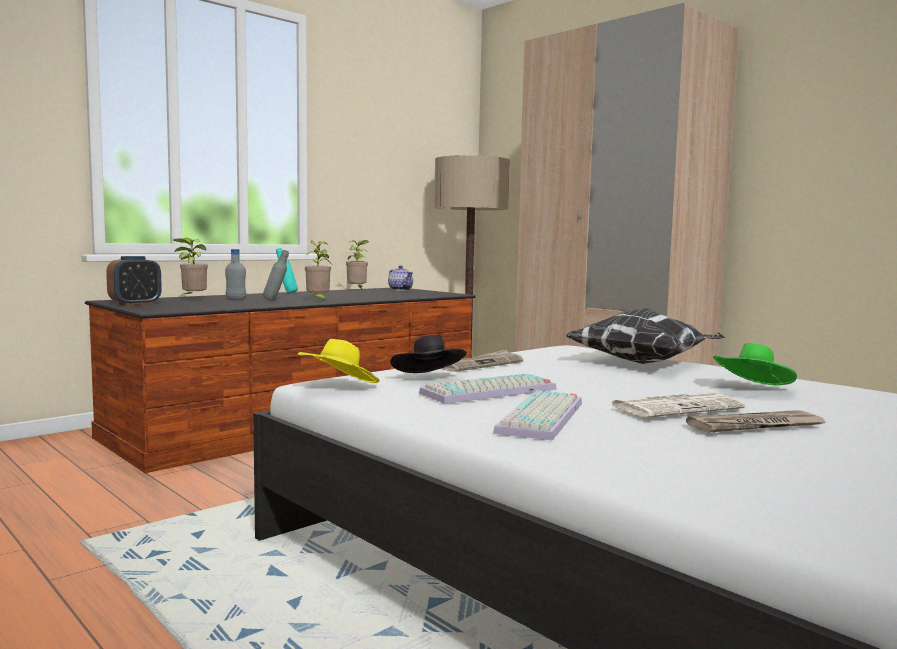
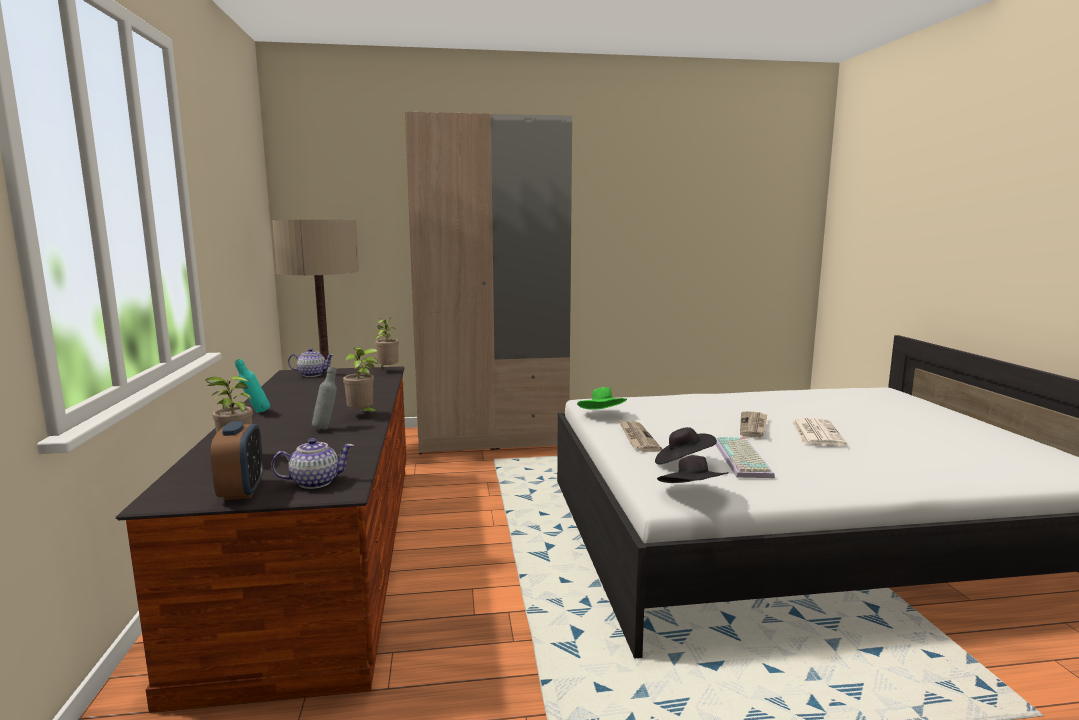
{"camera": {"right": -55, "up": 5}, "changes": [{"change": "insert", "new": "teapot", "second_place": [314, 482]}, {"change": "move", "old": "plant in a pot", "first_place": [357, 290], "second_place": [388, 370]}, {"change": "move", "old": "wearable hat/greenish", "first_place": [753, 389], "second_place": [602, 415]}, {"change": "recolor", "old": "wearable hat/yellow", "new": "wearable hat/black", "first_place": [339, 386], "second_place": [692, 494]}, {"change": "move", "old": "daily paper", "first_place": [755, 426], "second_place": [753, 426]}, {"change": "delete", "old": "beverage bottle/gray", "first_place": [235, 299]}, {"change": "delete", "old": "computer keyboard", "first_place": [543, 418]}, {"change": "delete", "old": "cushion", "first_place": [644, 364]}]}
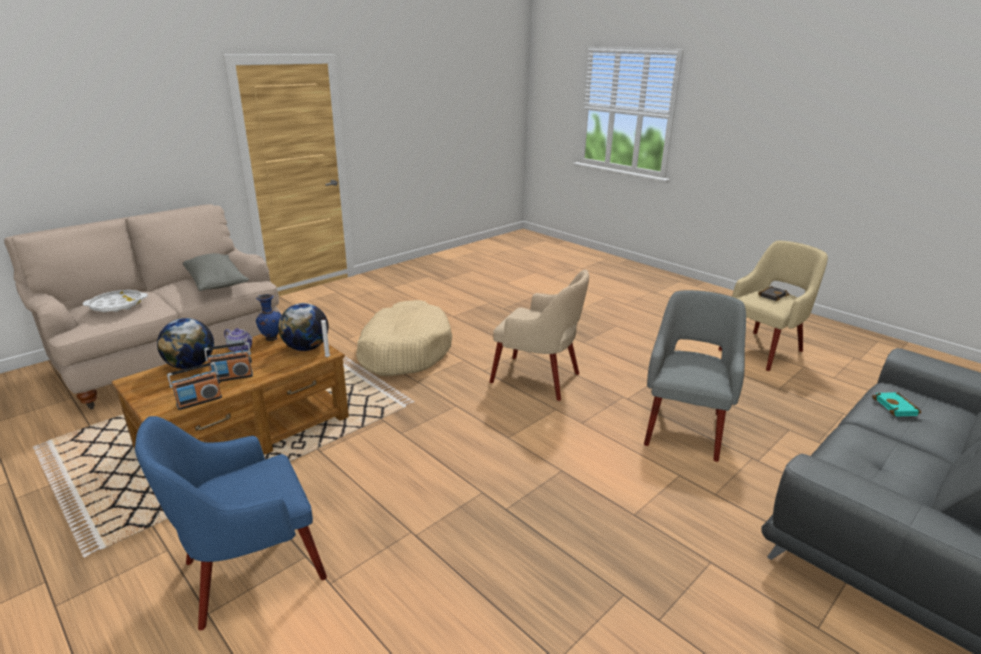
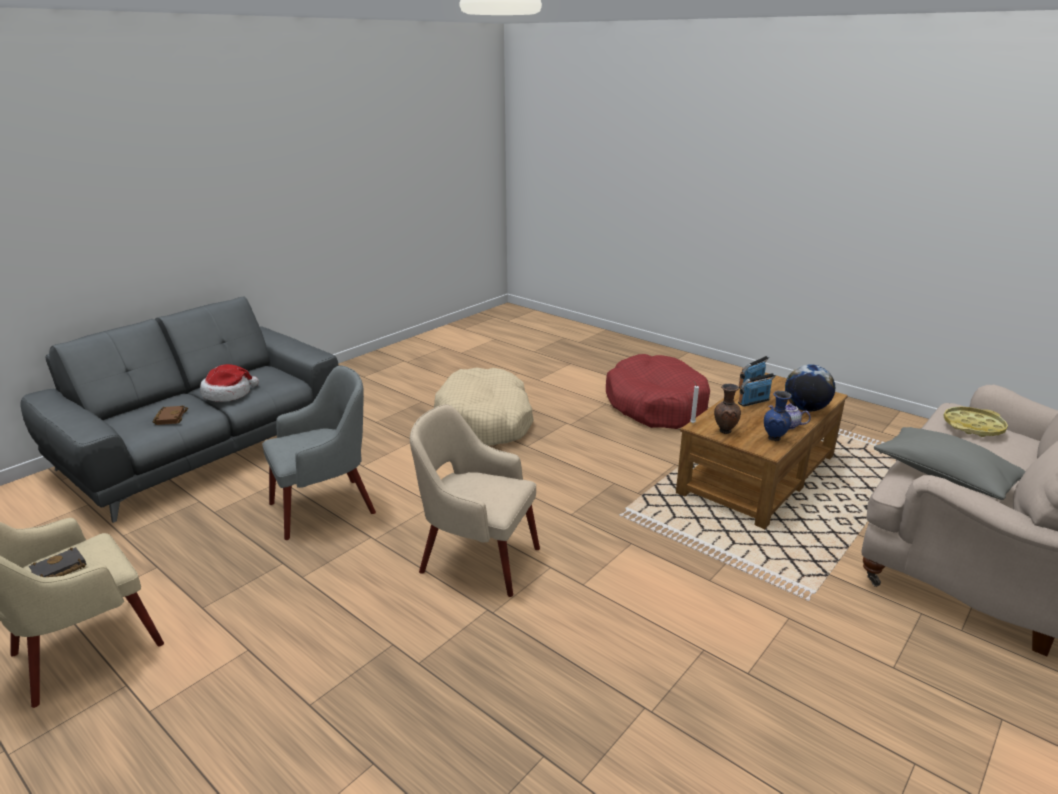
{"camera": {"right": 175, "up": 0}, "changes": [{"change": "recolor", "old": "volume/turquoise-coloured", "new": "volume/brownish", "first_place": [897, 407], "second_place": [170, 417]}, {"change": "insert", "new": "wearable hat", "second_place": [228, 393]}, {"change": "rotate", "old": "lounge chair/gray", "first_place": [684, 427], "second_place": [326, 507], "degrees": -135}, {"change": "move", "old": "dog bed/beige-coloured", "first_place": [404, 351], "second_place": [485, 421]}, {"change": "replace", "old": "lounge chair/bluish", "new": "dog bed/reddish", "first_place": [250, 571], "second_place": [655, 405]}, {"change": "replace", "old": "desk globe", "new": "flower vase/brownish", "first_place": [306, 348], "second_place": [724, 431]}, {"change": "recolor", "old": "carrying tray/whitish", "new": "carrying tray/yellow", "first_place": [117, 305], "second_place": [973, 426]}]}
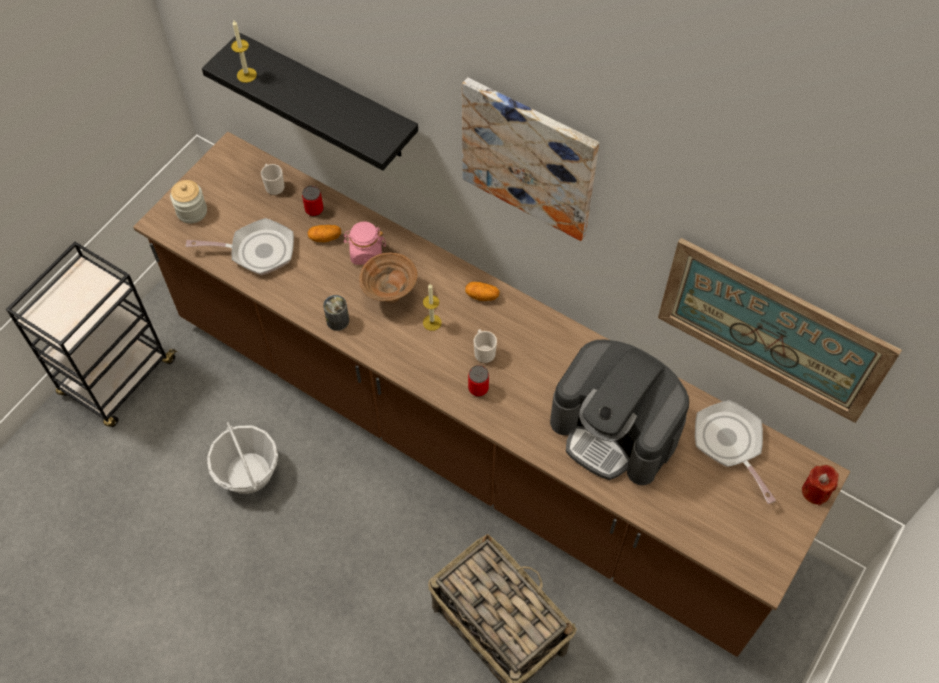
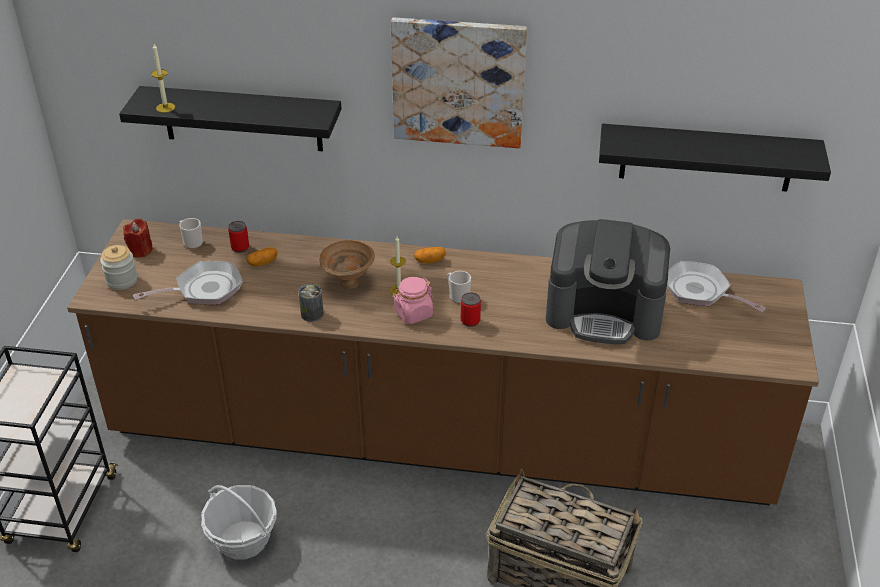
{"camera": {"right": -25, "up": -20}, "changes": [{"change": "move", "old": "wax candle/reddish", "first_place": [815, 491], "second_place": [140, 250]}, {"change": "move", "old": "jar/pink-coloured", "first_place": [366, 253], "second_place": [413, 313]}, {"change": "replace", "old": "wall art", "new": "wall shelf/black", "first_place": [771, 330], "second_place": [706, 158]}]}
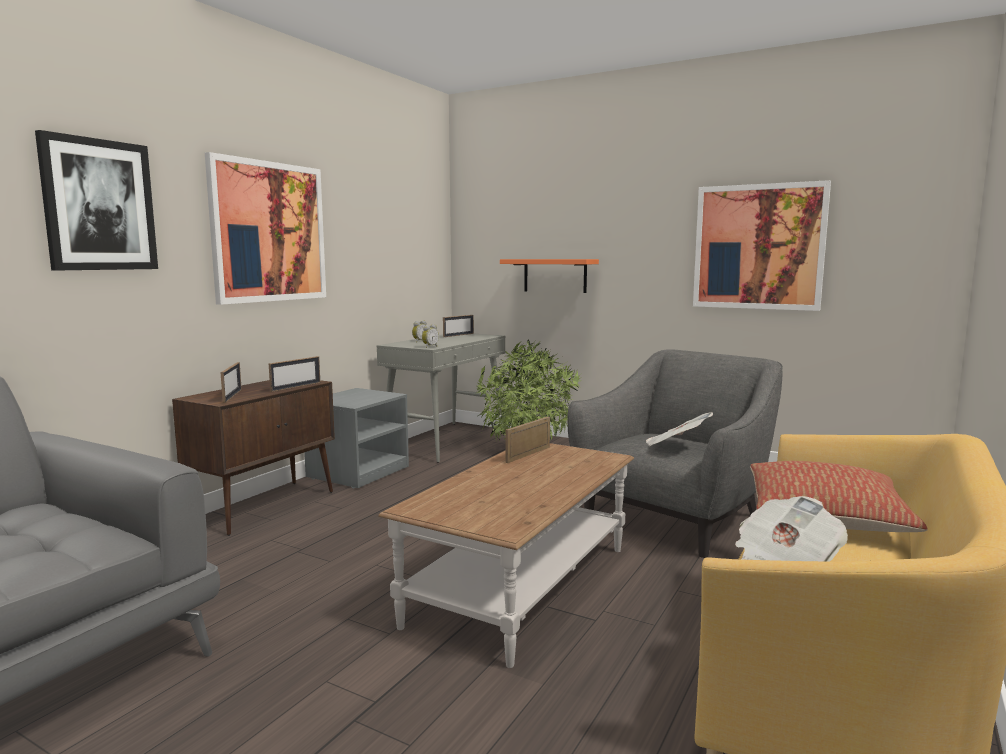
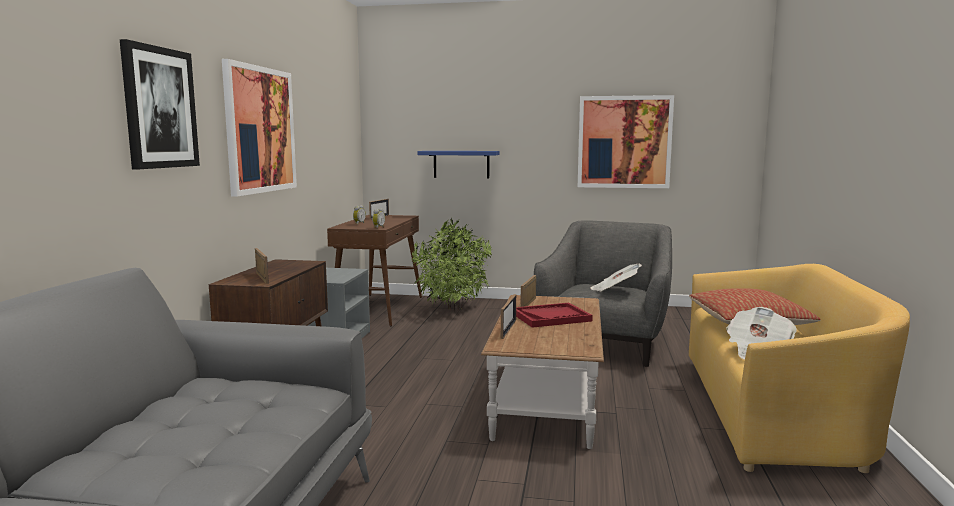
{"camera": {"right": -20, "up": 0}, "changes": [{"change": "recolor", "old": "hall table/gray", "new": "hall table/brownish", "first_place": [446, 441], "second_place": [379, 309]}, {"change": "recolor", "old": "wall shelf/orange", "new": "wall shelf/bluish", "first_place": [555, 275], "second_place": [461, 164]}, {"change": "move", "old": "standing frame", "first_place": [296, 387], "second_place": [508, 329]}, {"change": "insert", "new": "carrying tray/reddish", "second_place": [551, 317]}]}
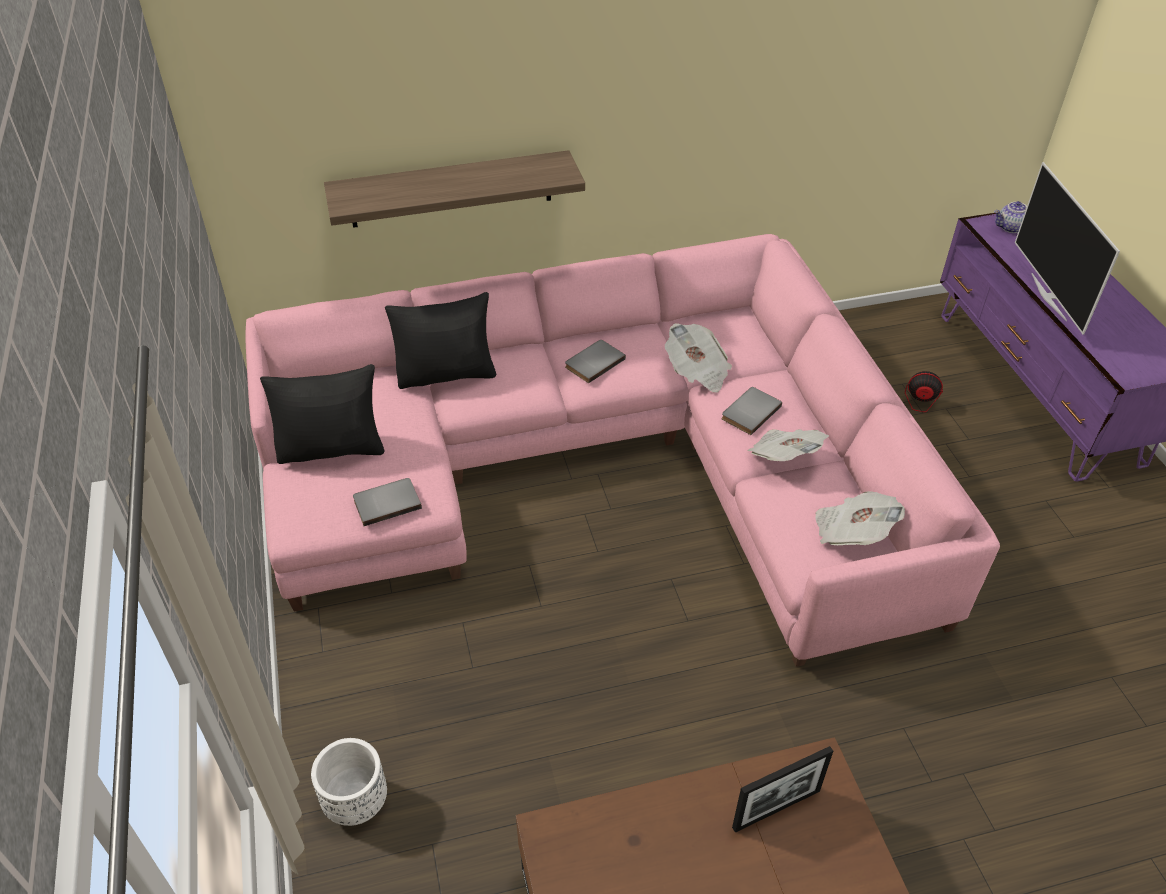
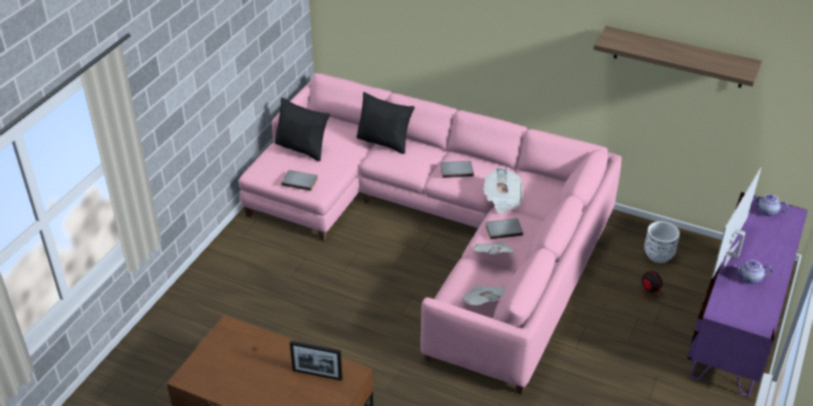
{"camera": {"right": 40, "up": -5}, "changes": [{"change": "move", "old": "wall shelf", "first_place": [451, 189], "second_place": [679, 57]}, {"change": "move", "old": "plant pot/whitish", "first_place": [356, 802], "second_place": [658, 255]}, {"change": "insert", "new": "teapot", "second_place": [750, 279]}]}
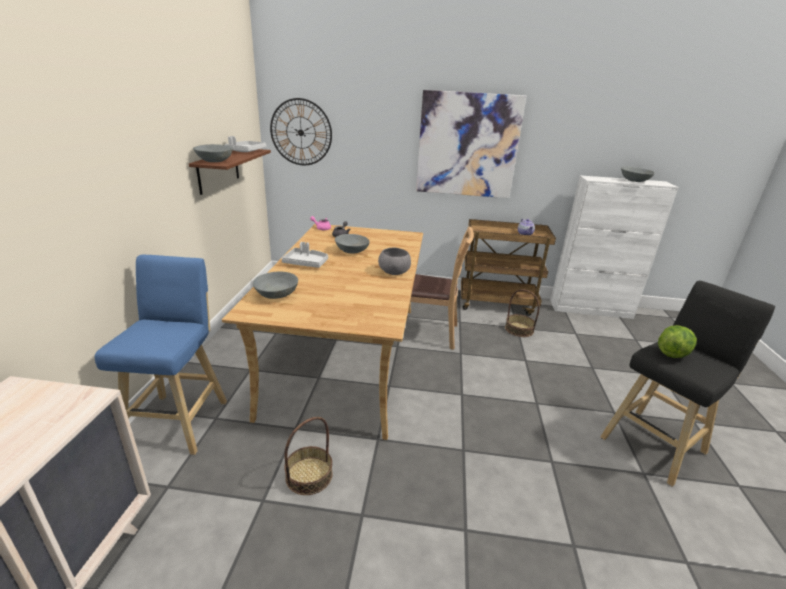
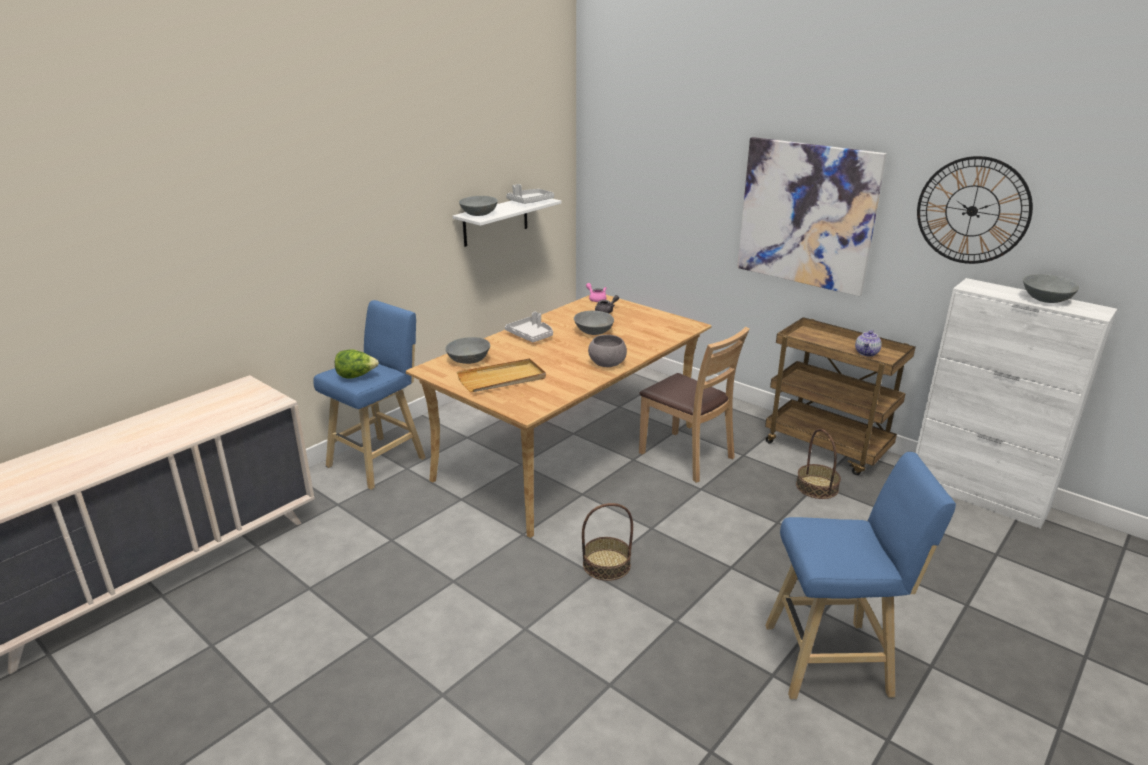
{"camera": {"right": 35, "up": 0}, "changes": [{"change": "move", "old": "lettuce", "first_place": [672, 352], "second_place": [356, 376]}, {"change": "recolor", "old": "wall shelf/brownish", "new": "wall shelf/whitish", "first_place": [218, 170], "second_place": [495, 220]}, {"change": "insert", "new": "carrying tray/beige-coloured", "second_place": [502, 379]}, {"change": "move", "old": "basket", "first_place": [309, 475], "second_place": [606, 565]}, {"change": "recolor", "old": "stool/black", "new": "stool/bluish", "first_place": [655, 443], "second_place": [833, 660]}, {"change": "move", "old": "clock on the wall", "first_place": [301, 132], "second_place": [972, 211]}]}
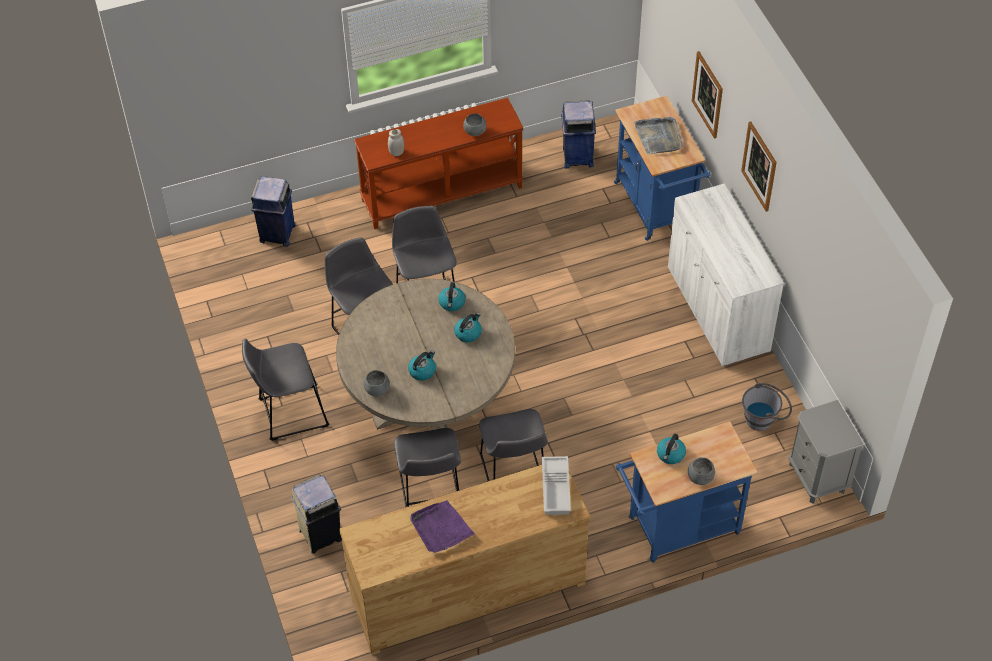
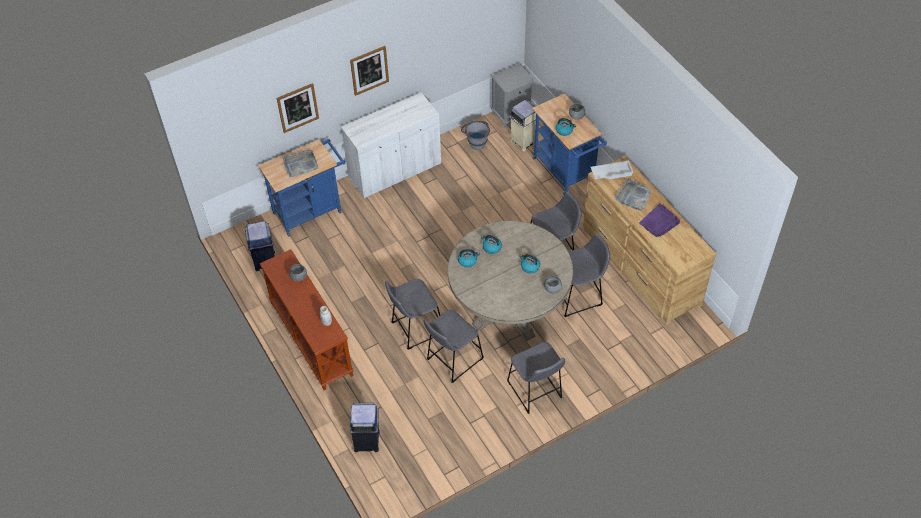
{"camera": {"right": -100, "up": 0}, "changes": [{"change": "move", "old": "waste bin/beige-coloured", "first_place": [321, 534], "second_place": [524, 141]}, {"change": "insert", "new": "carrying tray/gray", "second_place": [633, 196]}]}
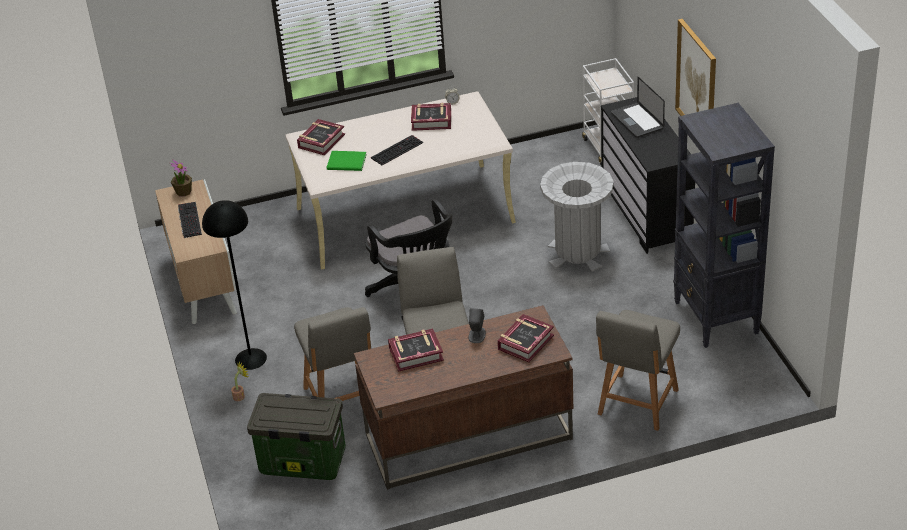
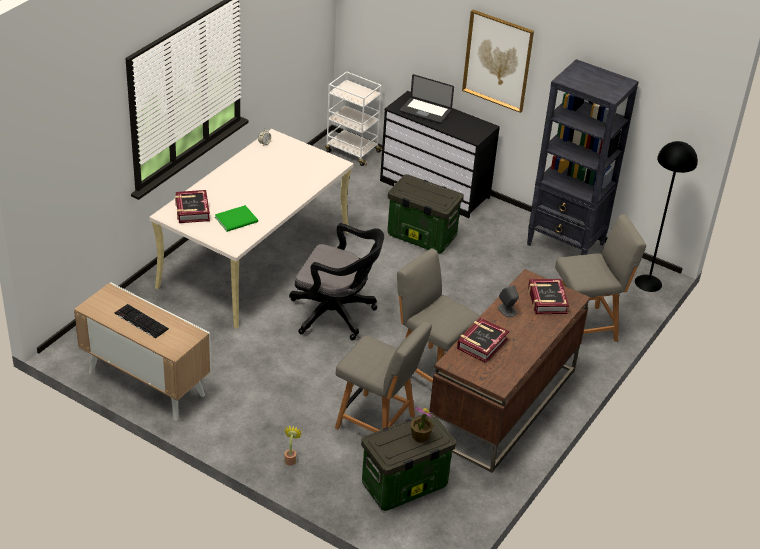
{"camera": {"right": -45, "up": 0}, "changes": [{"change": "replace", "old": "waste bin/gray", "new": "storage container", "first_place": [577, 252], "second_place": [420, 236]}, {"change": "move", "old": "plant in a pot", "first_place": [183, 192], "second_place": [420, 436]}, {"change": "rotate", "old": "plain chair/gray", "first_place": [637, 404], "second_place": [585, 326], "degrees": -90}, {"change": "move", "old": "standard lamp/black", "first_place": [250, 359], "second_place": [648, 283]}, {"change": "delete", "old": "computer keyboard", "first_place": [397, 150]}, {"change": "delete", "old": "volume", "first_place": [431, 120]}]}
